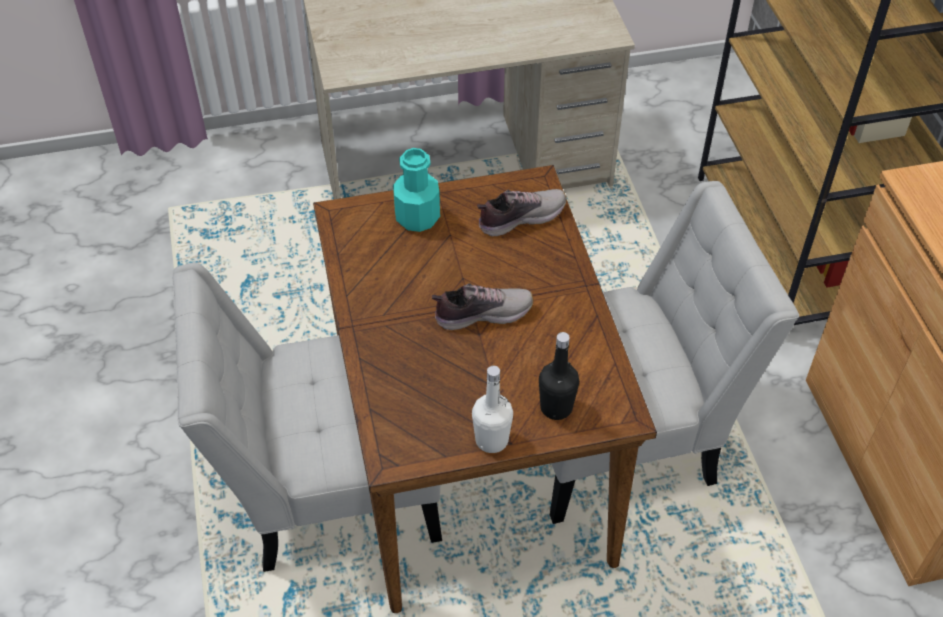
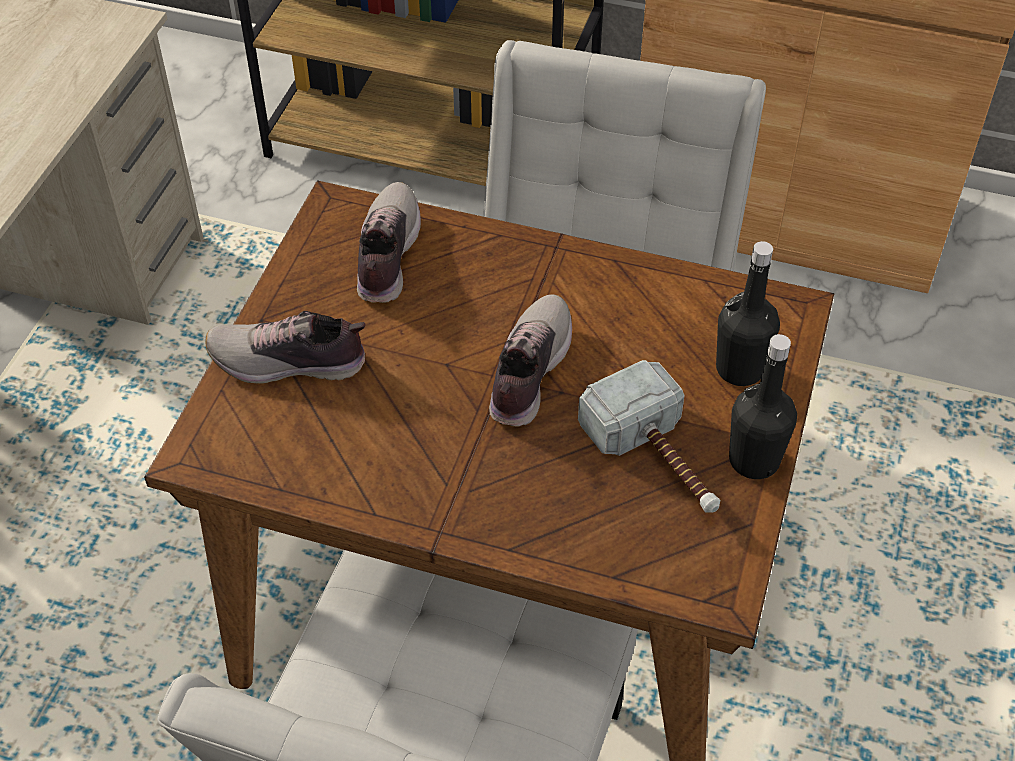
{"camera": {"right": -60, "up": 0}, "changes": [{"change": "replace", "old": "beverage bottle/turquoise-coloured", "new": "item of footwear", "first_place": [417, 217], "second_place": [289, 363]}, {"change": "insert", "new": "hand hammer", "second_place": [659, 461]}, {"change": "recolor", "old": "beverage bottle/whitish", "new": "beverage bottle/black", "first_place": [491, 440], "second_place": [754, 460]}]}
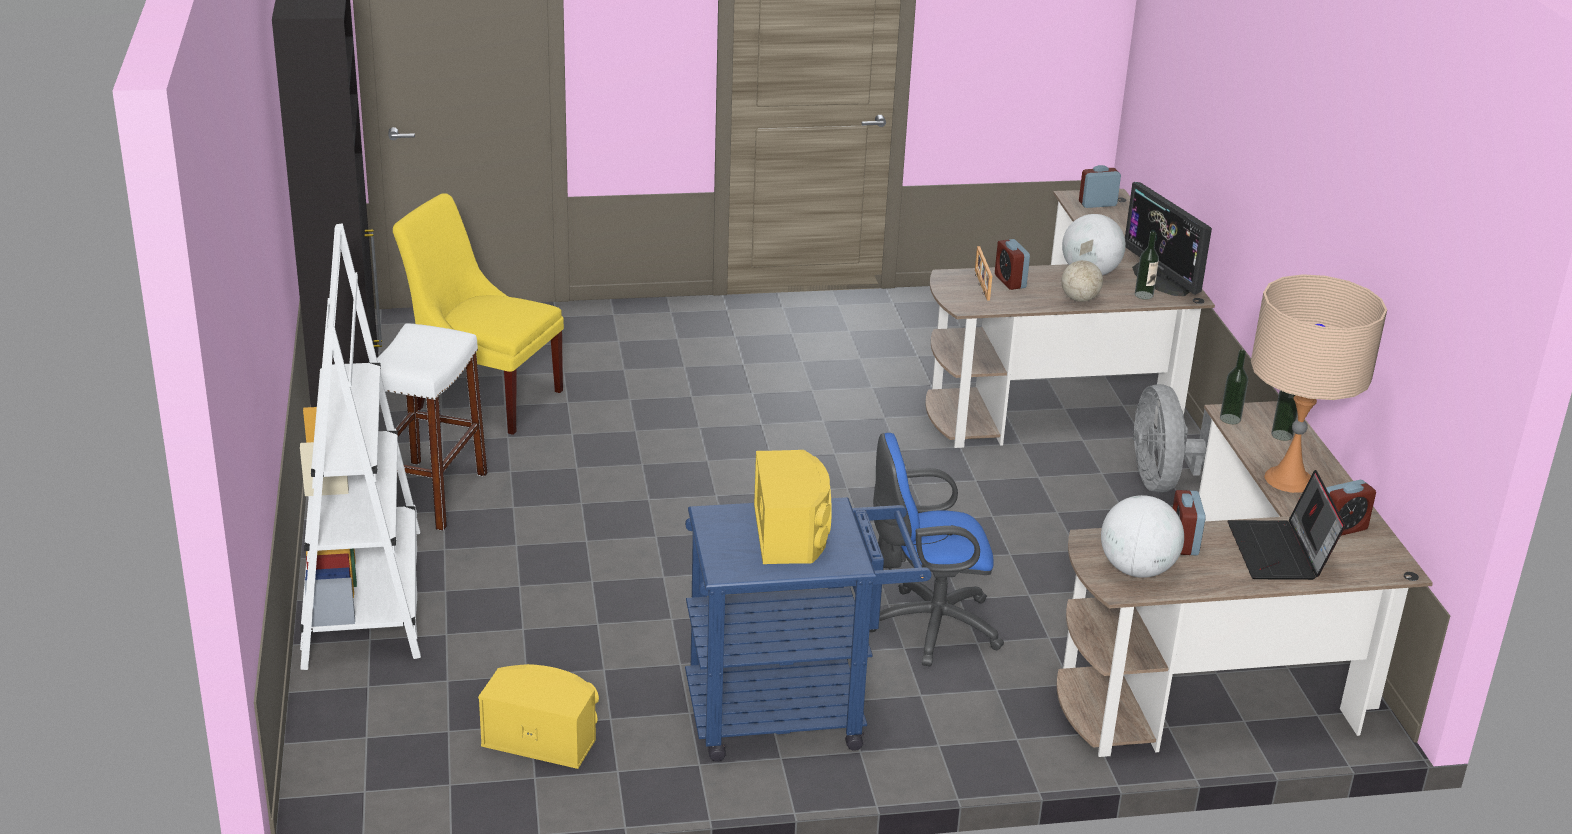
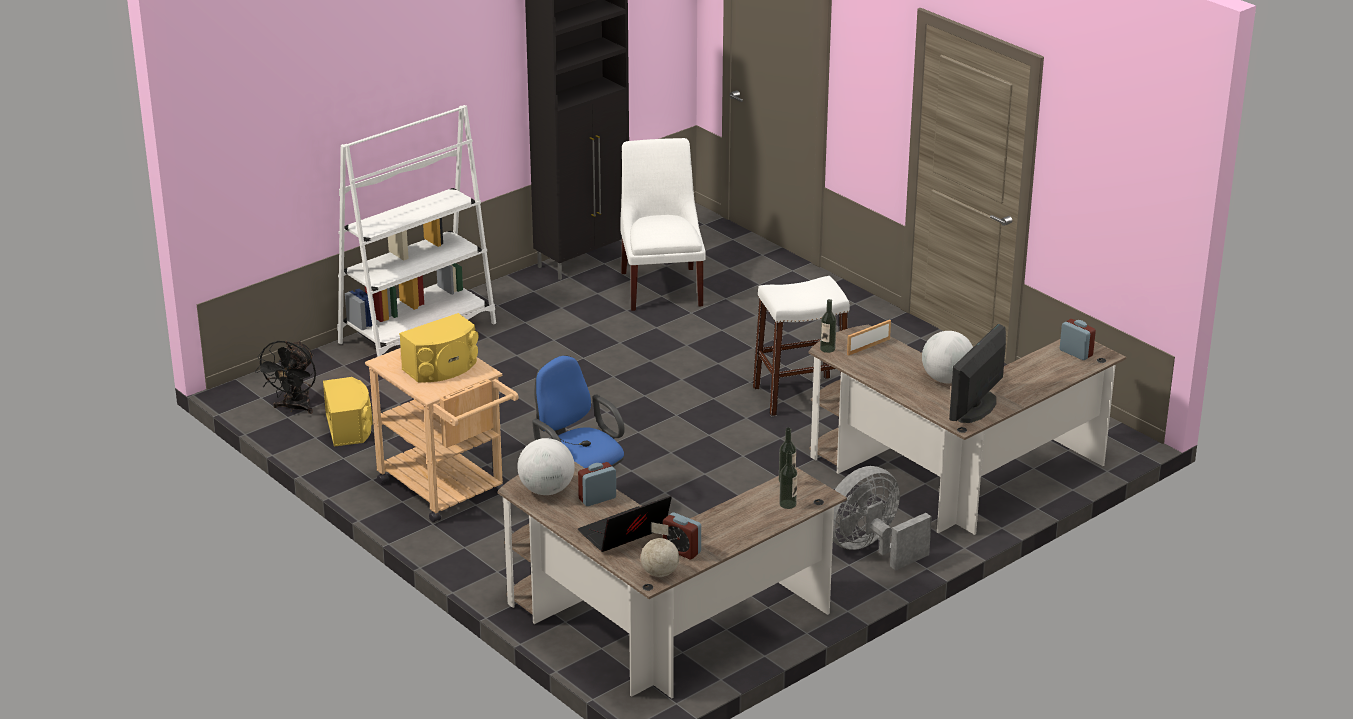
{"camera": {"right": 60, "up": 0}, "changes": [{"change": "insert", "new": "fan/black", "second_place": [294, 408]}, {"change": "recolor", "old": "cart/bluish", "new": "cart/beige-coloured", "first_place": [793, 712], "second_place": [448, 492]}, {"change": "recolor", "old": "plain chair/yellow", "new": "plain chair/whitish", "first_place": [484, 397], "second_place": [662, 286]}, {"change": "move", "old": "desk globe", "first_place": [1080, 299], "second_place": [660, 573]}, {"change": "move", "old": "stool/whitish", "first_place": [428, 494], "second_place": [800, 396]}, {"change": "move", "old": "beverage bottle", "first_place": [1144, 295], "second_place": [827, 349]}, {"change": "delete", "old": "table clock", "first_place": [1010, 281]}, {"change": "delete", "old": "table lamp/beige-coloured", "first_place": [1289, 479]}]}
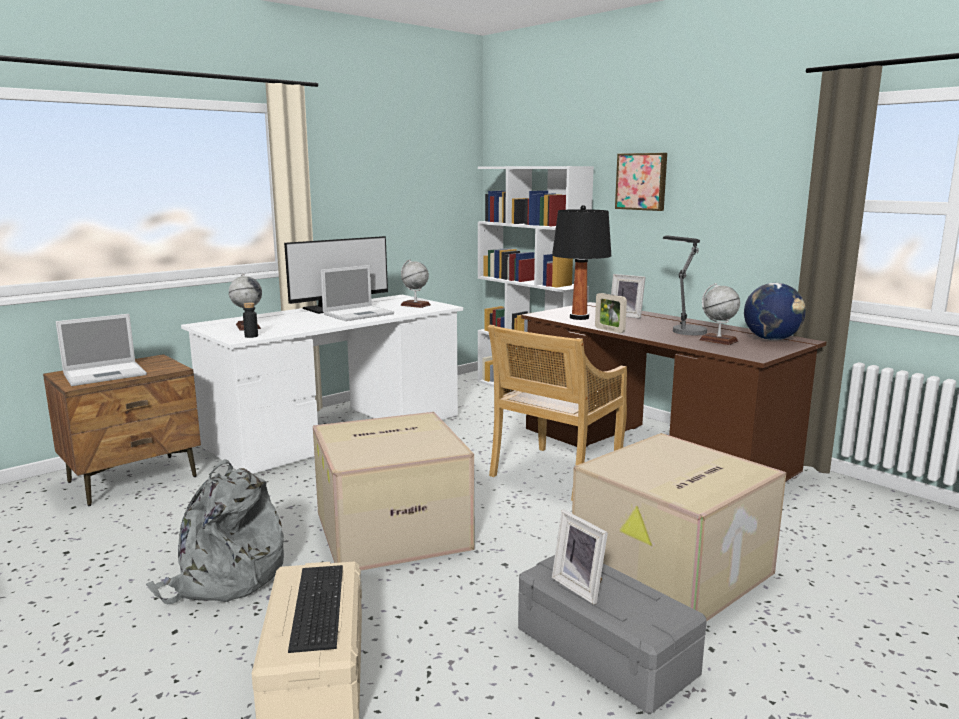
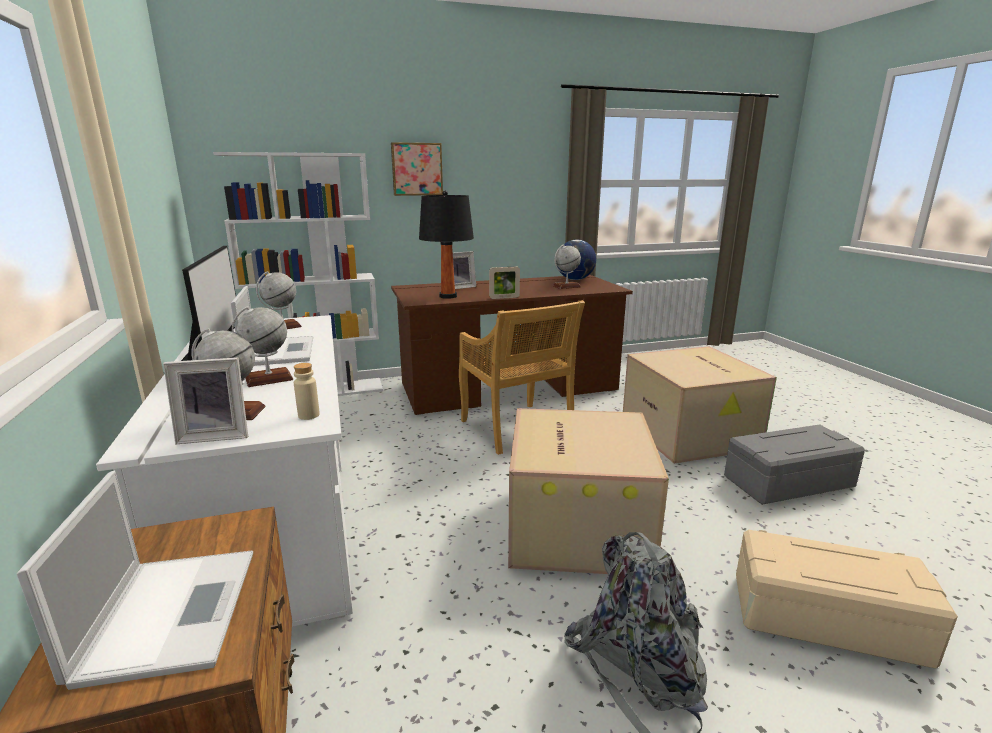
{"camera": {"right": -65, "up": 5}, "changes": [{"change": "move", "old": "standing frame", "first_place": [581, 587], "second_place": [215, 435]}, {"change": "insert", "new": "desk globe", "second_place": [269, 379]}, {"change": "recolor", "old": "beverage bottle/black", "new": "beverage bottle/beige-coloured", "first_place": [251, 336], "second_place": [308, 415]}, {"change": "delete", "old": "computer keyboard", "first_place": [315, 605]}, {"change": "delete", "old": "table lamp", "first_place": [683, 329]}]}
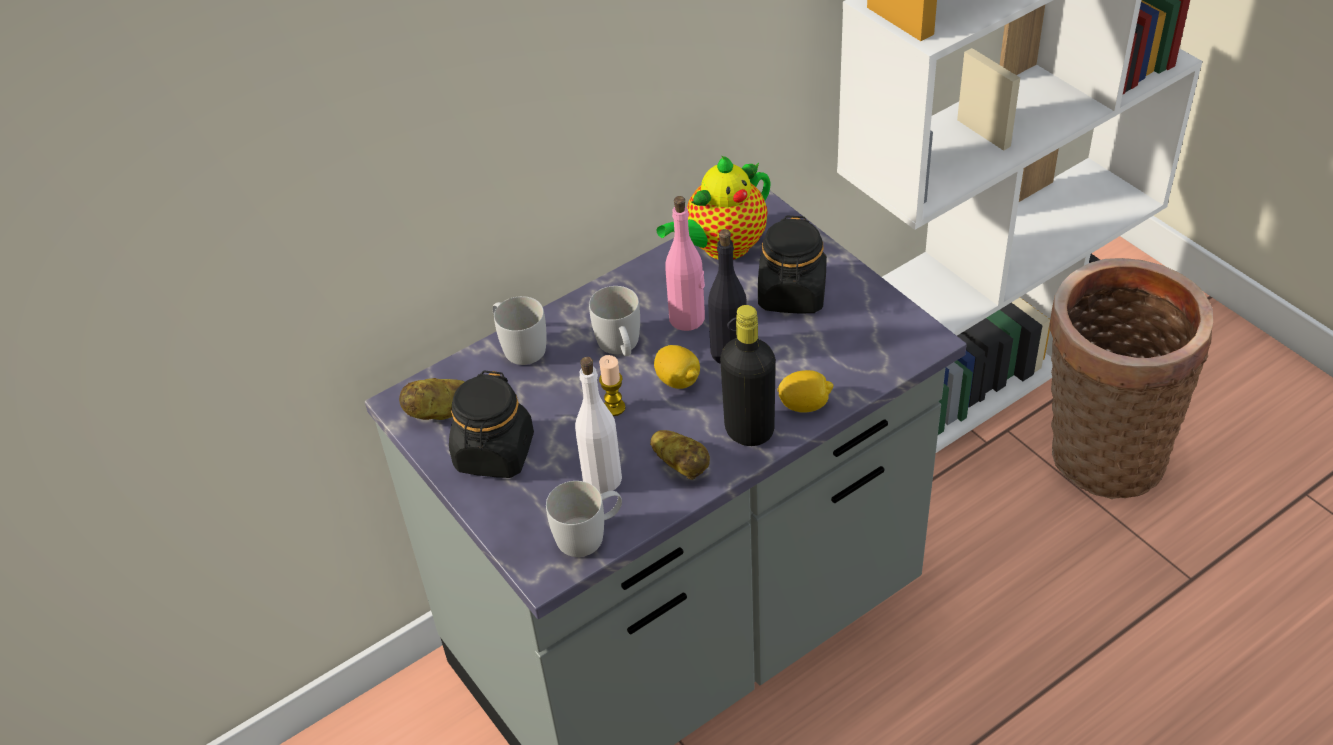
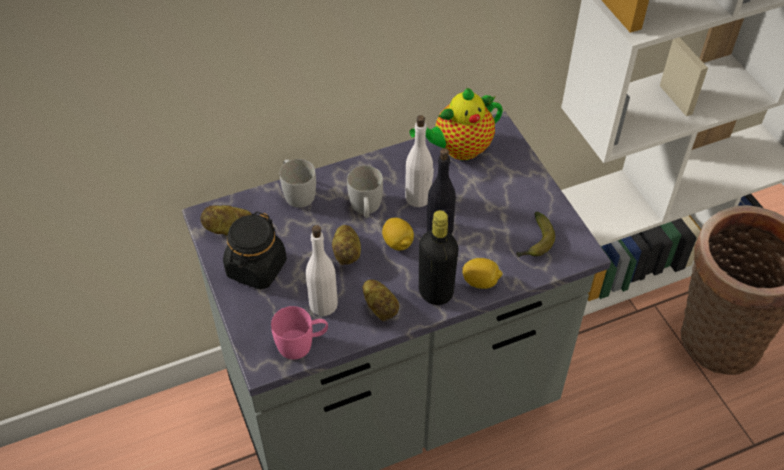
{"camera": {"right": 10, "up": 5}, "changes": [{"change": "recolor", "old": "tea mug/whitish", "new": "tea mug/pink-coloured", "first_place": [589, 534], "second_place": [302, 344]}, {"change": "replace", "old": "wax candle", "new": "spud", "first_place": [614, 407], "second_place": [347, 253]}, {"change": "recolor", "old": "beverage bottle/pink-coloured", "new": "beverage bottle/whitish", "first_place": [687, 318], "second_place": [418, 198]}, {"change": "insert", "new": "whole banana", "second_place": [534, 243]}, {"change": "delete", "old": "jar/black", "first_place": [792, 294]}]}
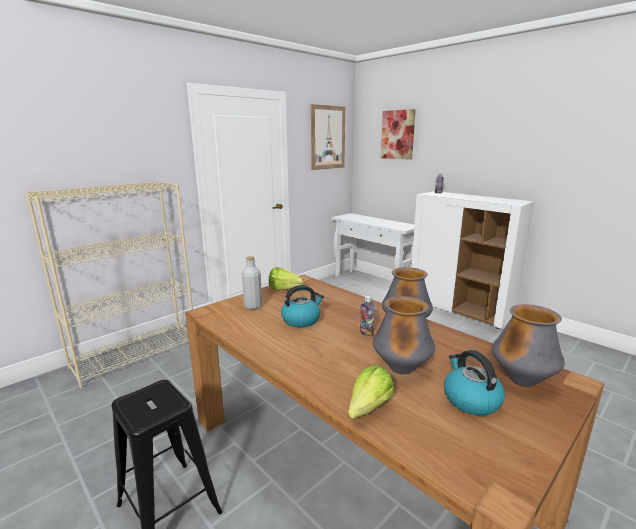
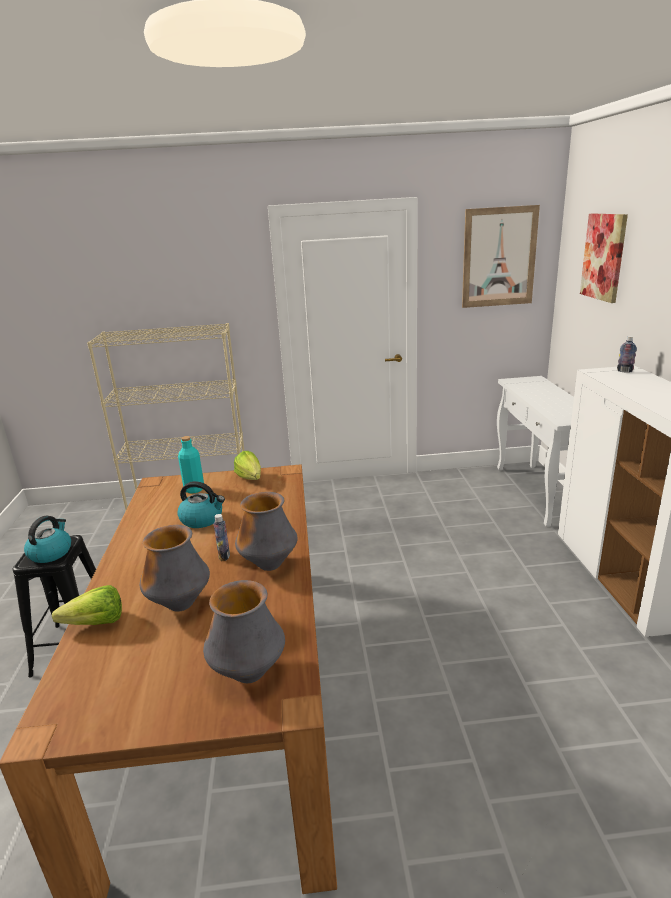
{"camera": {"right": 40, "up": 5}, "changes": [{"change": "move", "old": "tea kettle", "first_place": [470, 400], "second_place": [51, 553]}, {"change": "recolor", "old": "beverage bottle/gray", "new": "beverage bottle/turquoise-coloured", "first_place": [253, 306], "second_place": [194, 489]}]}
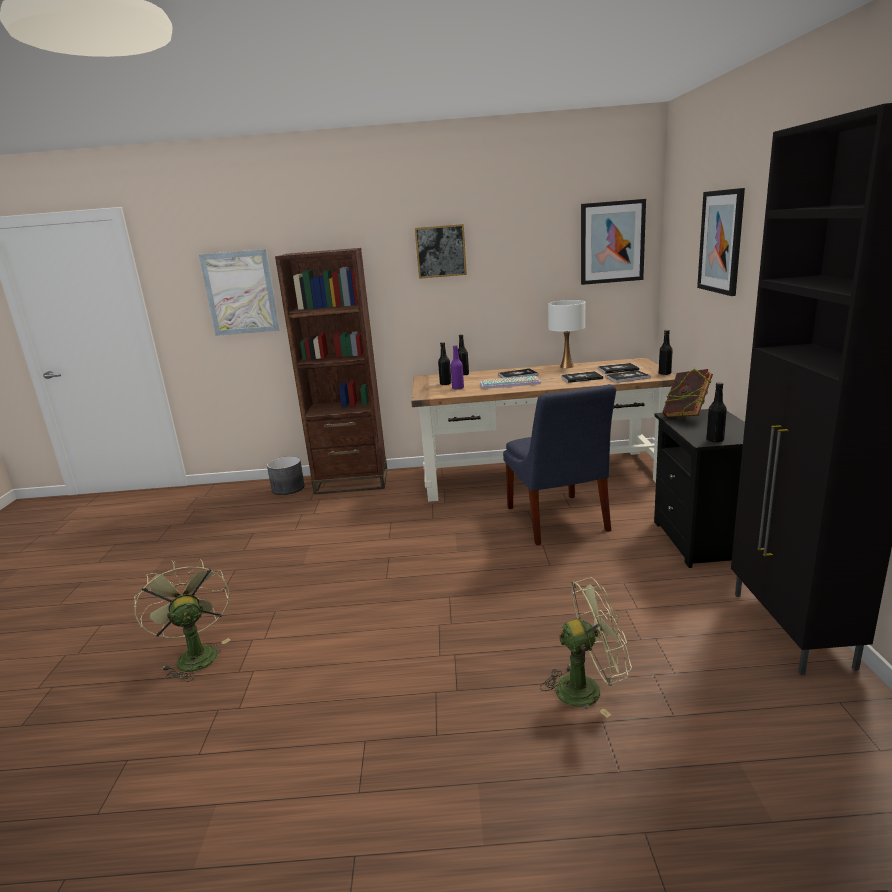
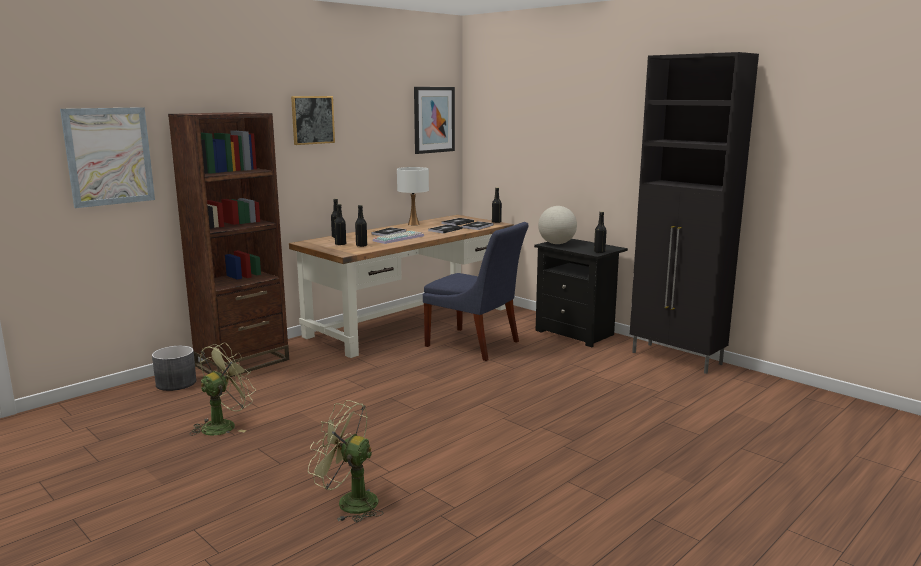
{"camera": {"right": -45, "up": -5}, "changes": [{"change": "move", "old": "fan/greenish", "first_place": [587, 688], "second_place": [224, 425]}, {"change": "recolor", "old": "beverage bottle/purplish", "new": "beverage bottle/black", "first_place": [458, 388], "second_place": [361, 245]}, {"change": "replace", "old": "volume", "new": "desk globe", "first_place": [685, 416], "second_place": [557, 243]}, {"change": "delete", "old": "wall art", "first_place": [721, 242]}]}
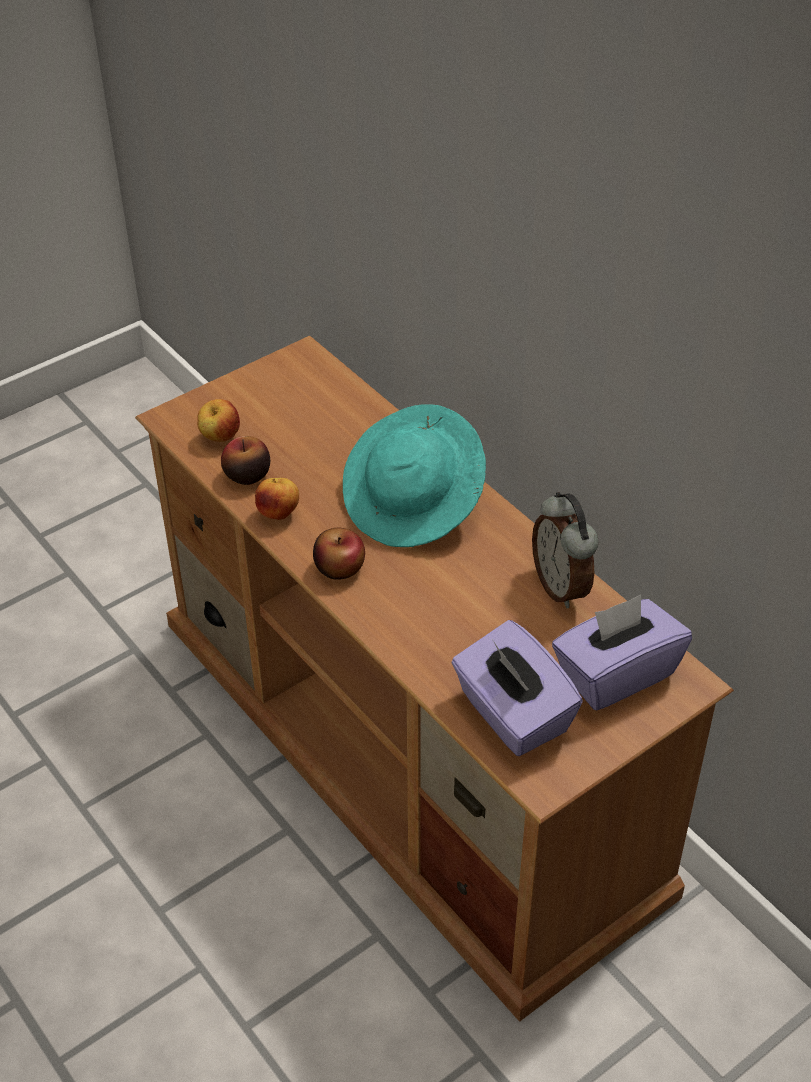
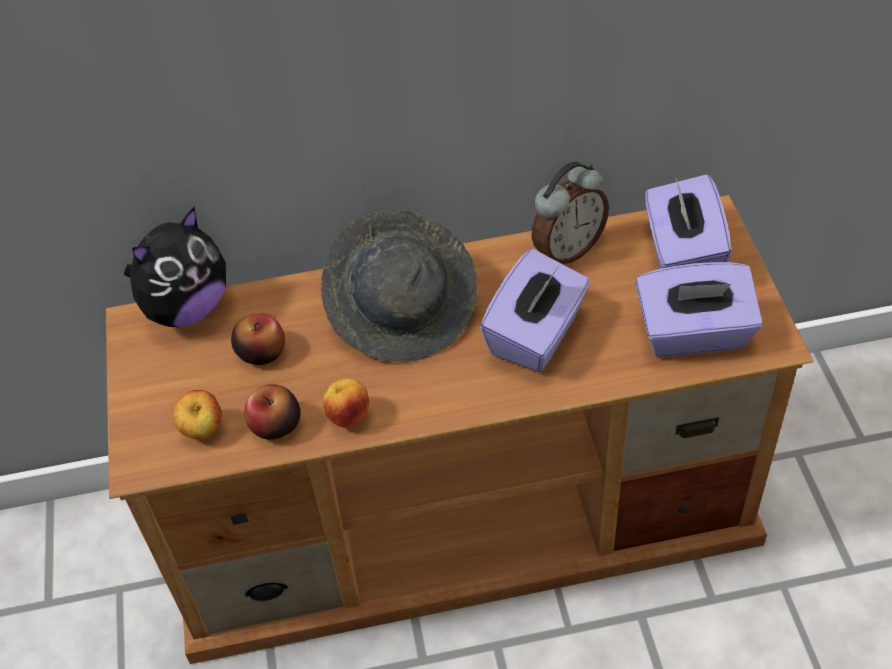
{"camera": {"right": -60, "up": 5}, "changes": [{"change": "insert", "new": "cuddly toy", "second_place": [186, 308]}, {"change": "move", "old": "apple fruit", "first_place": [339, 567], "second_place": [261, 352]}, {"change": "recolor", "old": "wearable hat/turquoise-coloured", "new": "wearable hat/gray", "first_place": [414, 503], "second_place": [404, 310]}, {"change": "insert", "new": "tissue holder/purplish", "second_place": [536, 335]}, {"change": "rotate", "old": "table clock", "first_place": [562, 586], "second_place": [567, 250], "degrees": -45}]}
